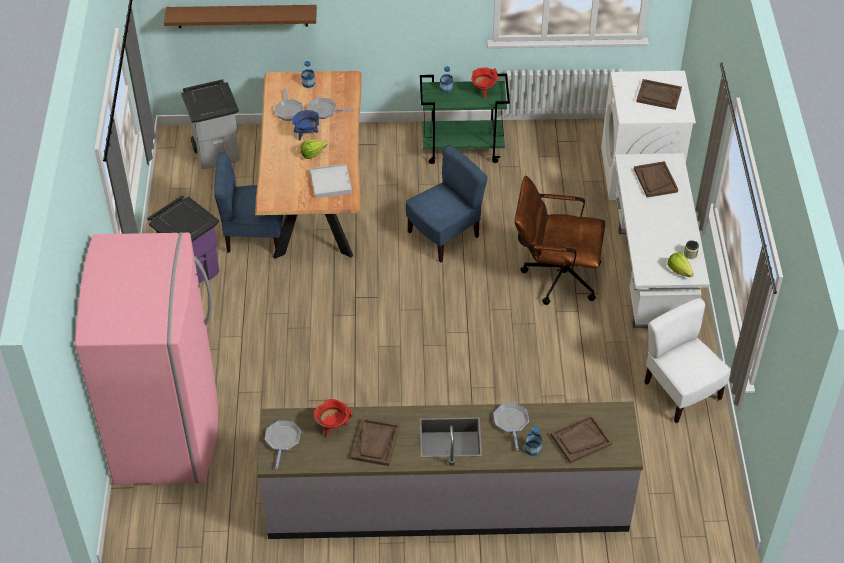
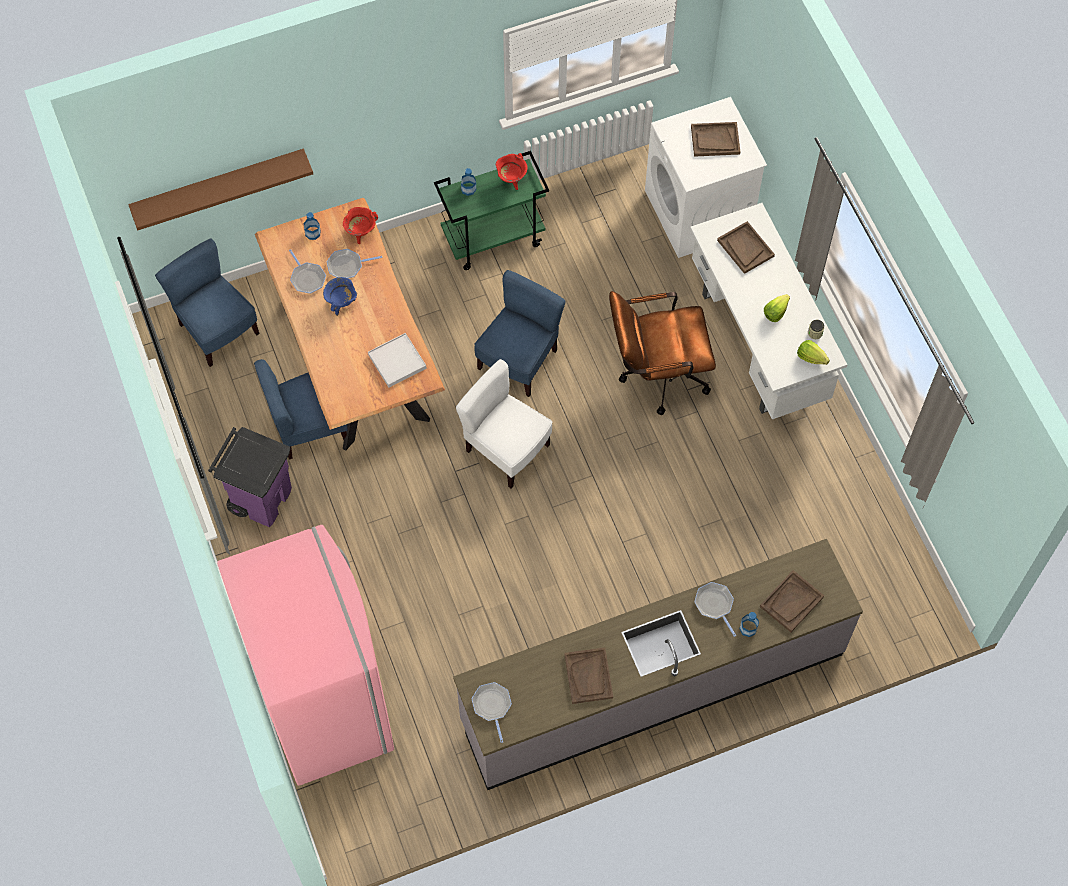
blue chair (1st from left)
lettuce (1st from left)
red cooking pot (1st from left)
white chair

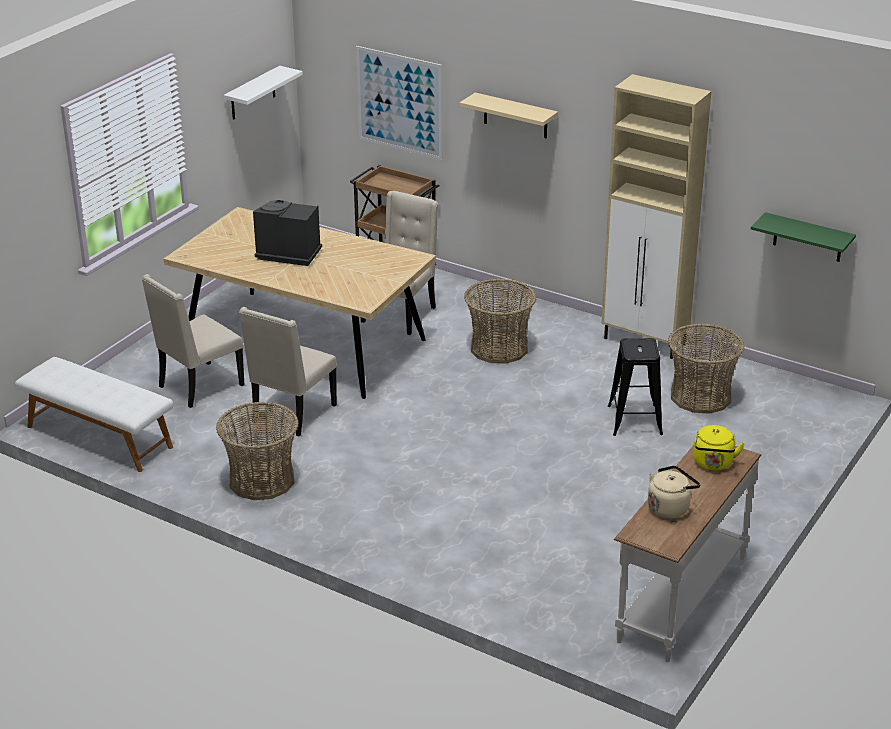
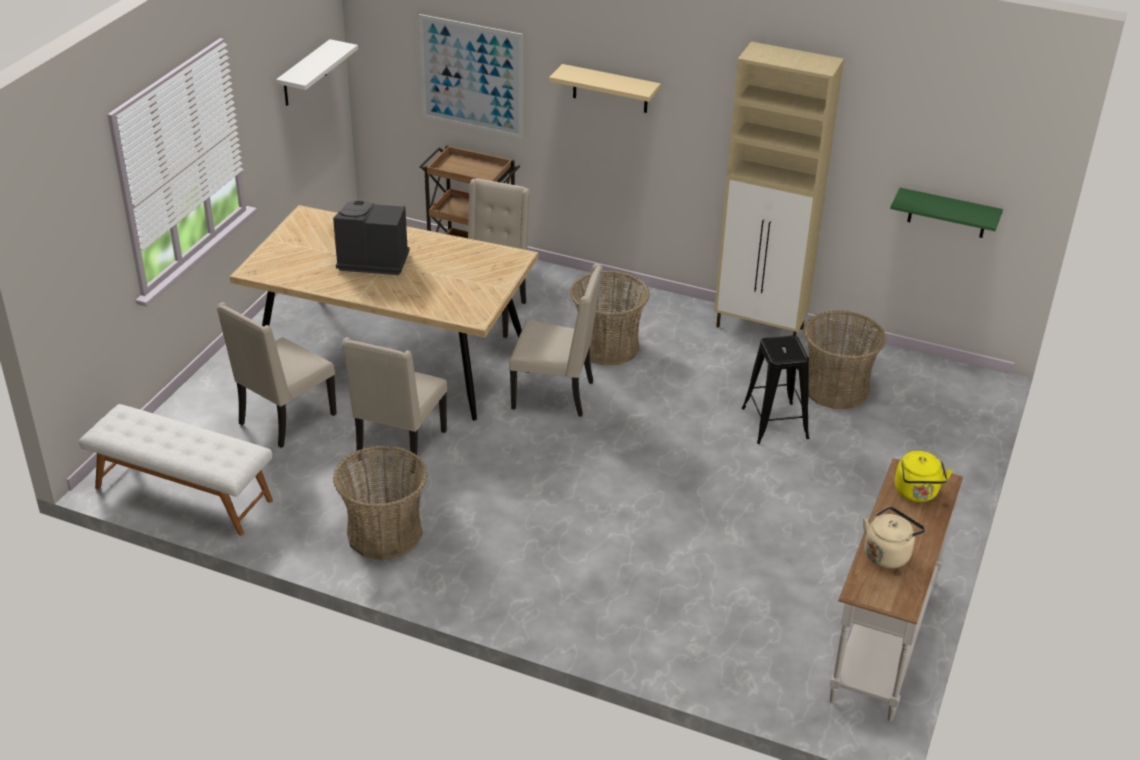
beige chair (4th from left)

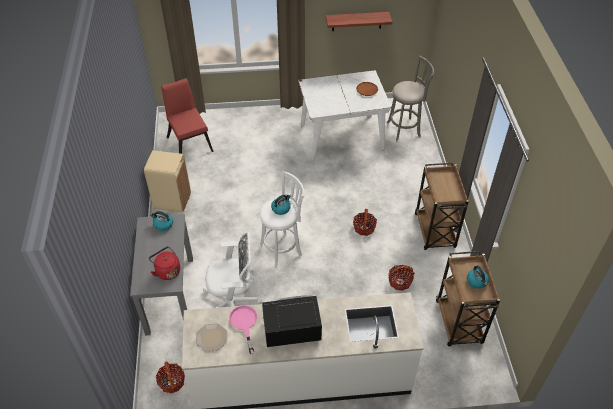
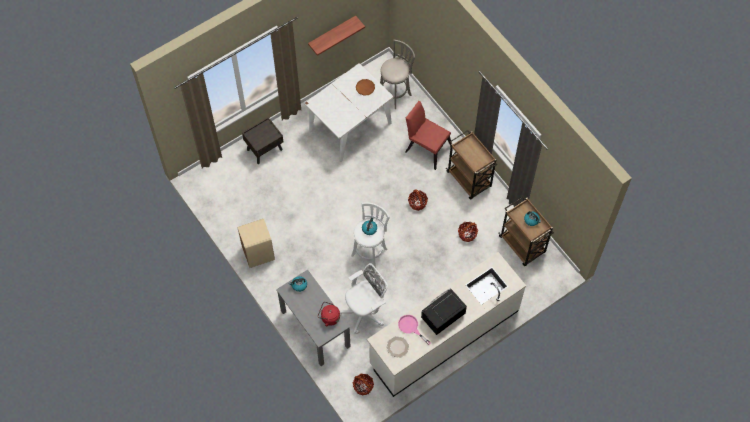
red chair
brown nightstand

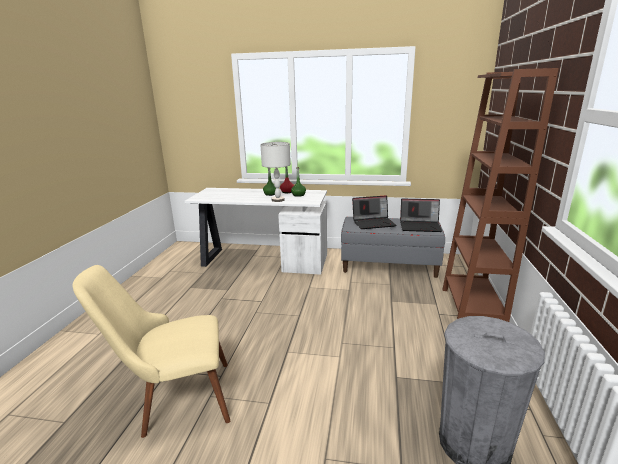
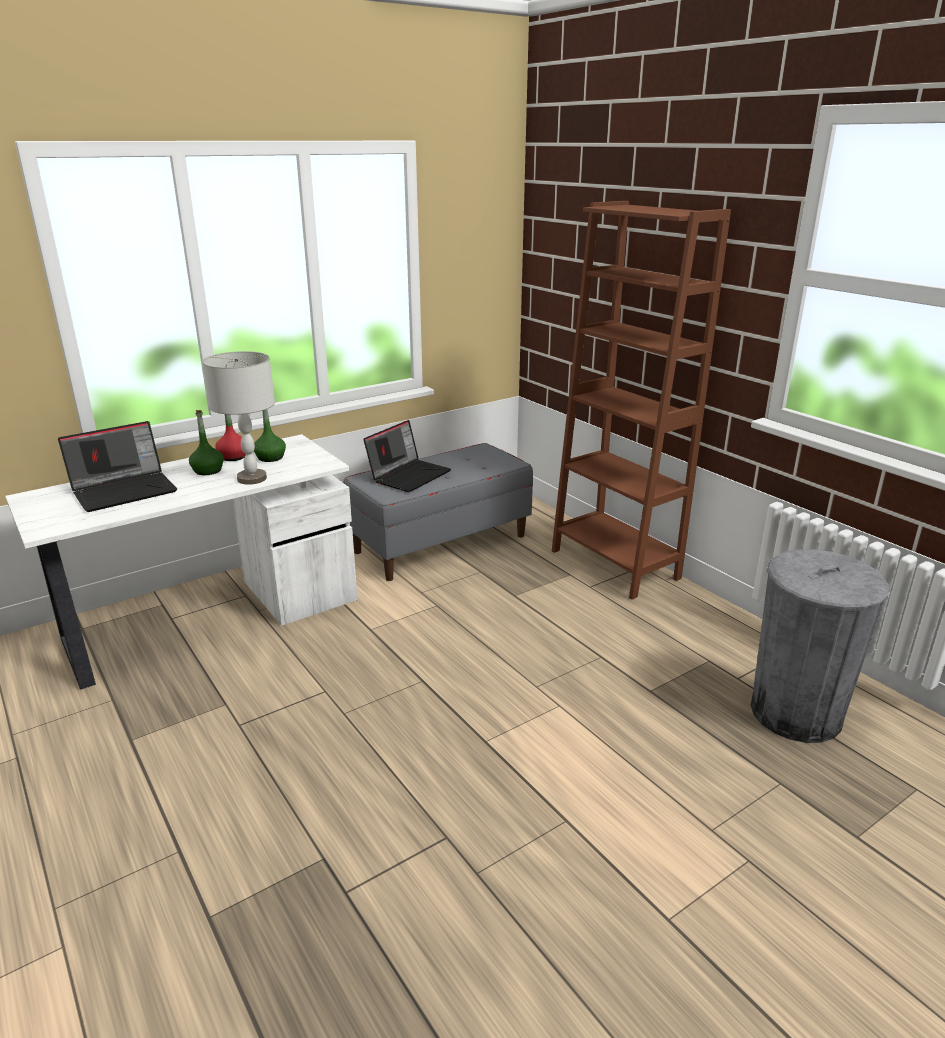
beige chair
laptop (1st from left)

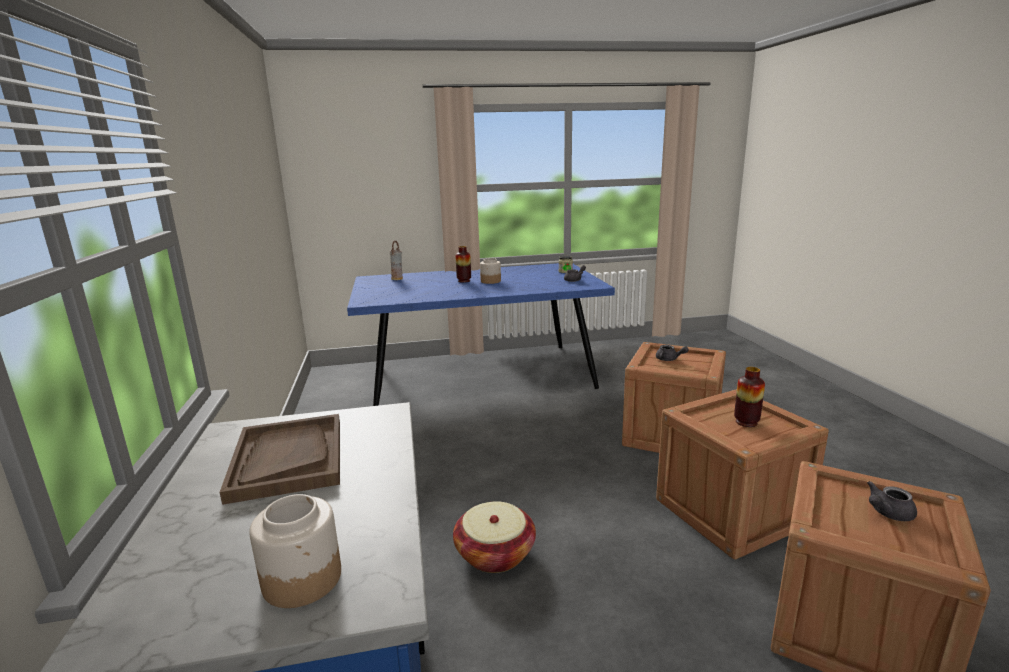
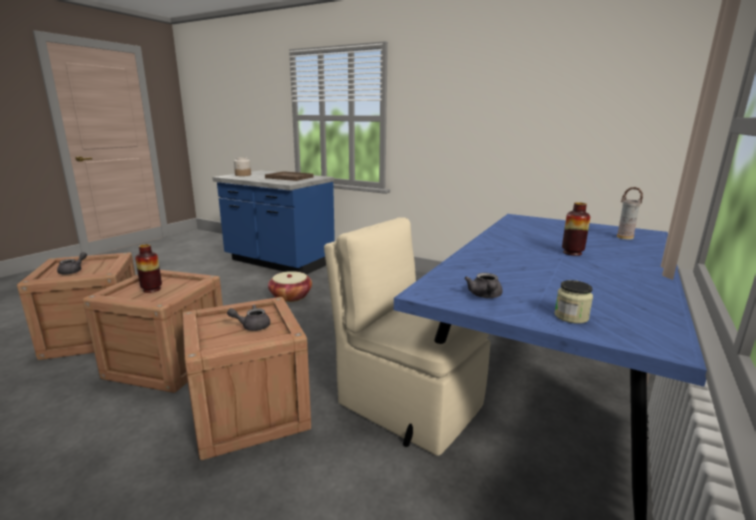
jar (2nd from left in the first image)
beige chair

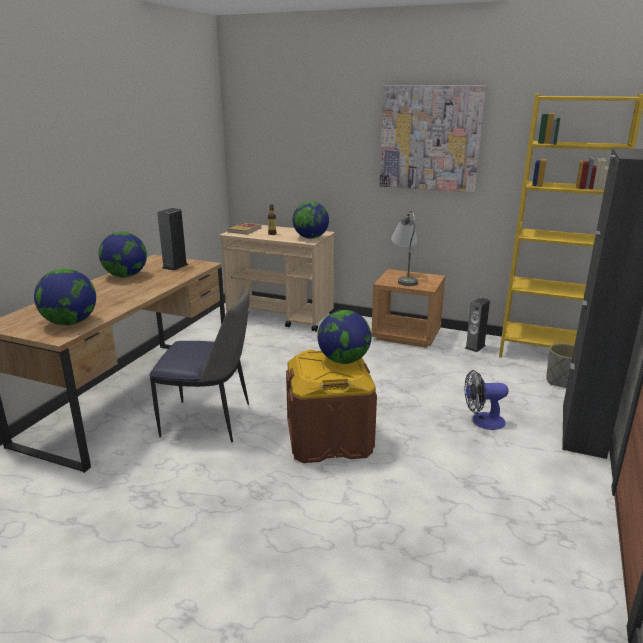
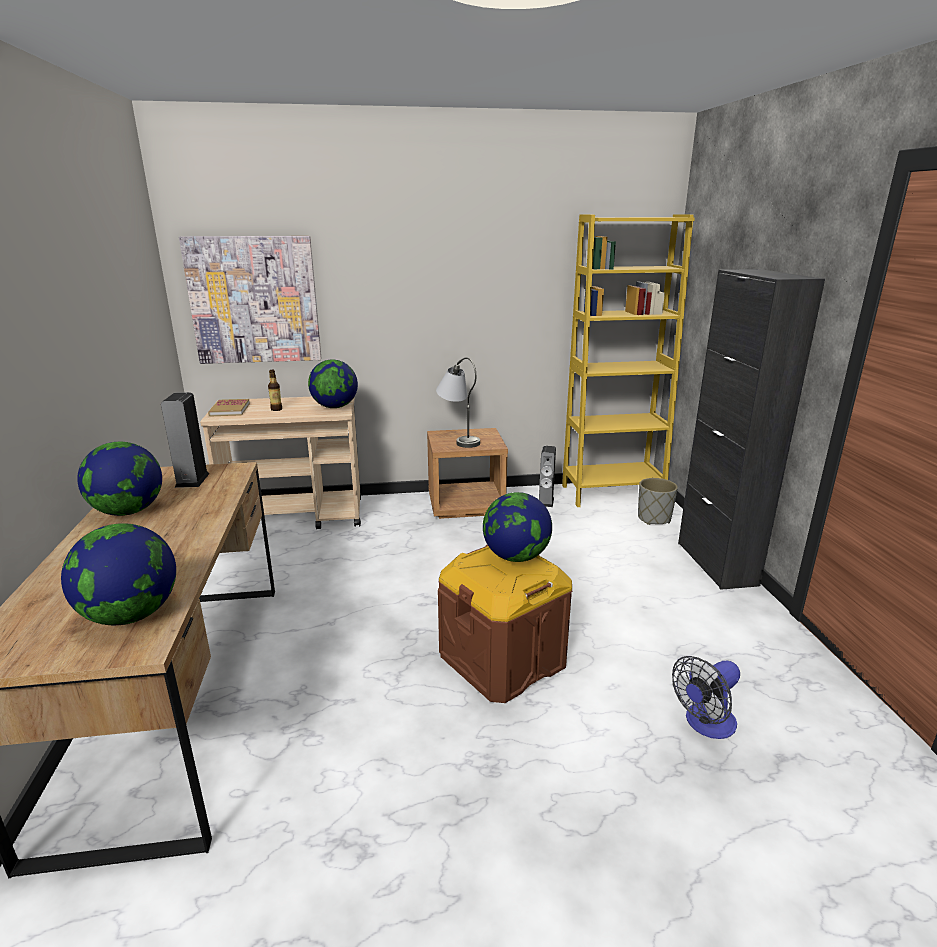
chair
picture
fan

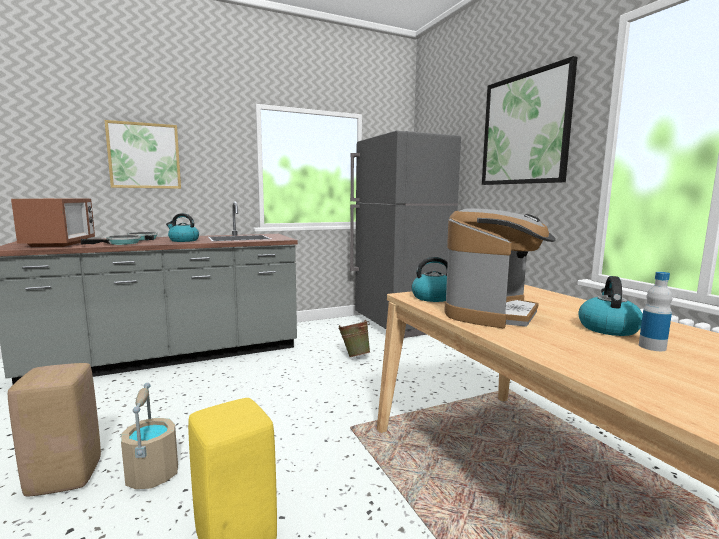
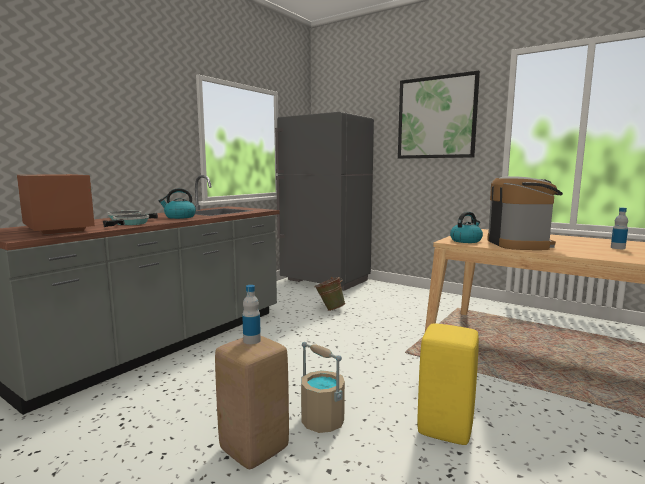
picture (1st from left in the first image)
kettle (3rd from left in the first image)
bottle (1st from left)

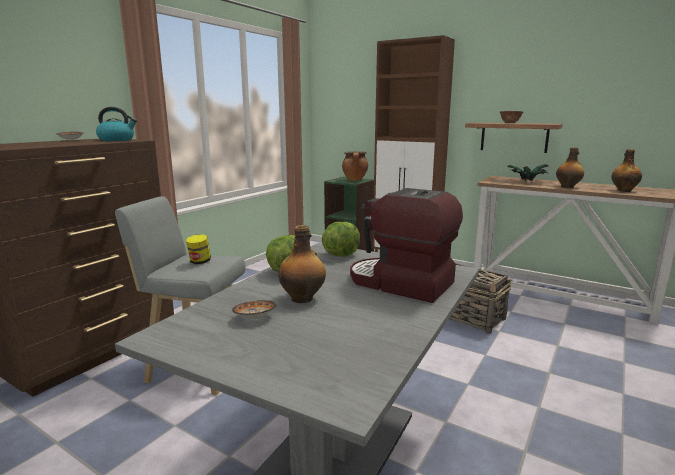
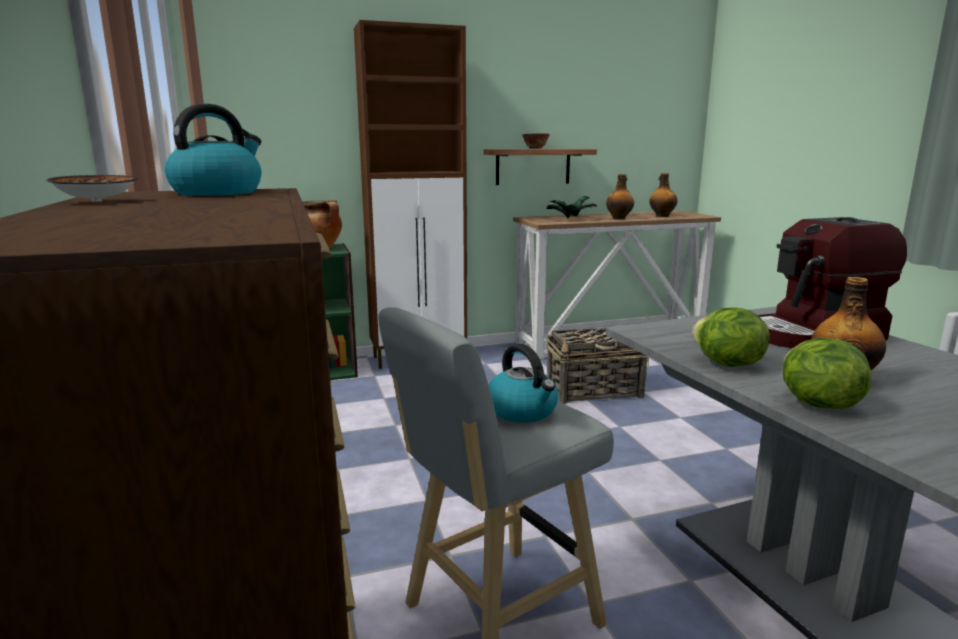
kettle (2nd from left)
bowl (2nd from left in the first image)
lettuce (2nd from left)

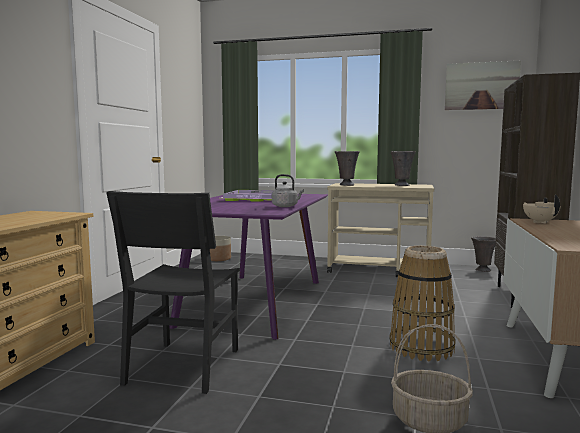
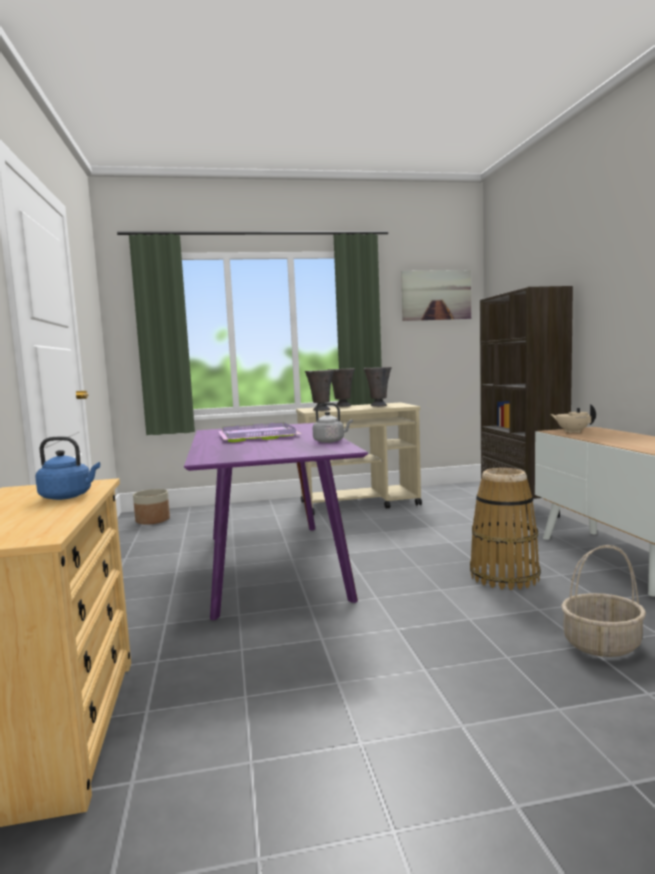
black chair
grey vase (2nd from left)
blue kettle

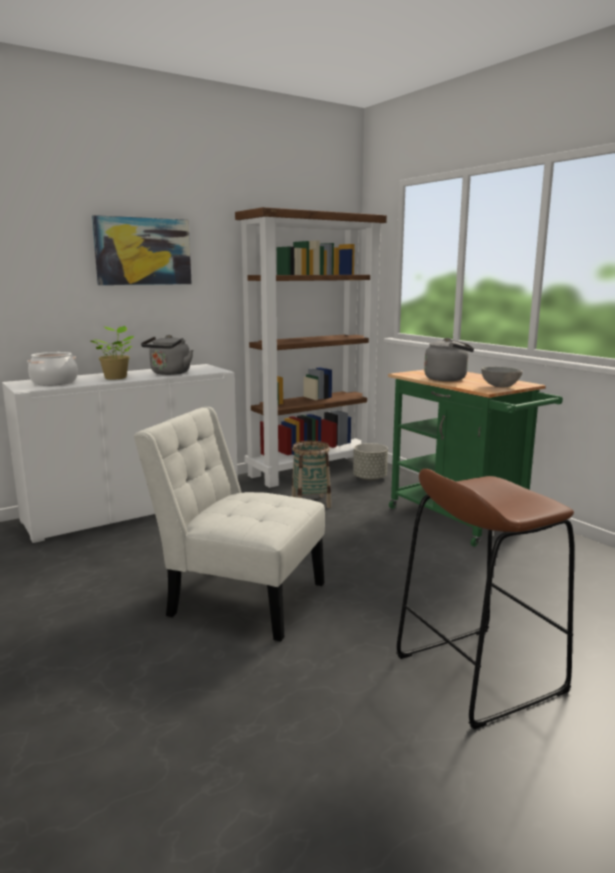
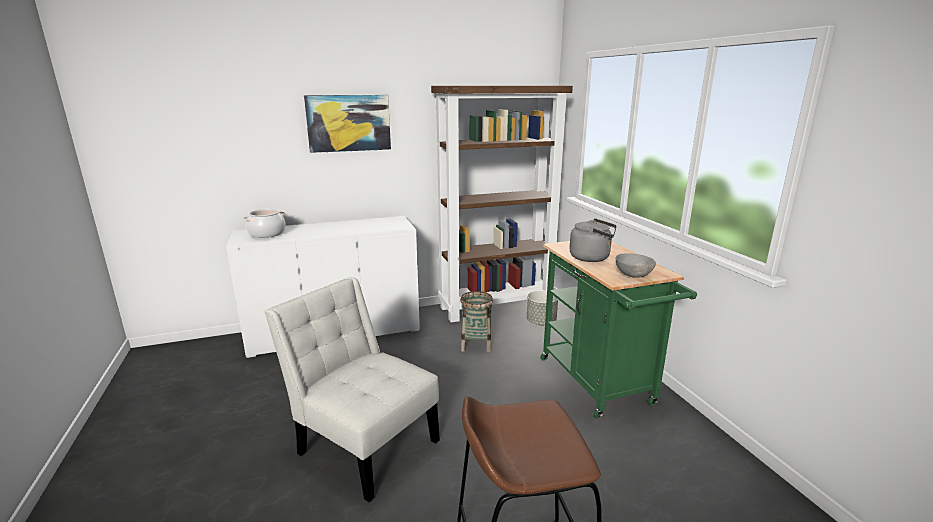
potted plant
grey kettle (1st from left in the first image)

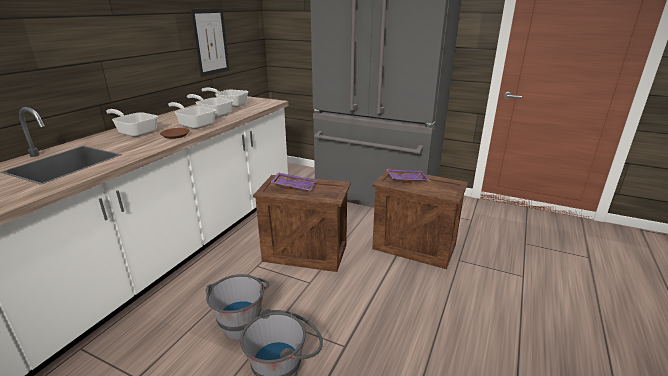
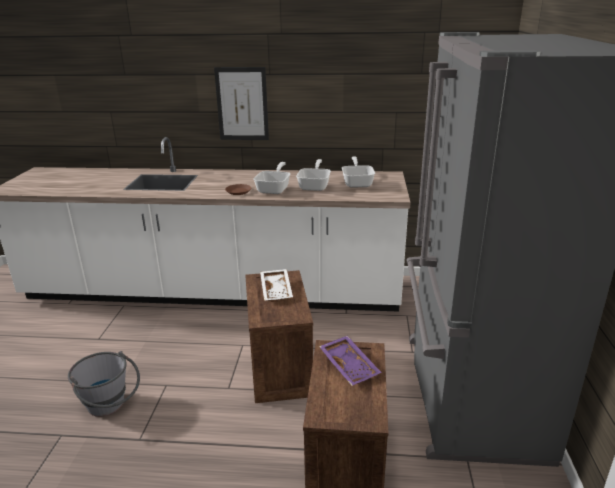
frying pan (1st from left in the first image)
picture
grey bucket (1st from left in the first image)
white tray

